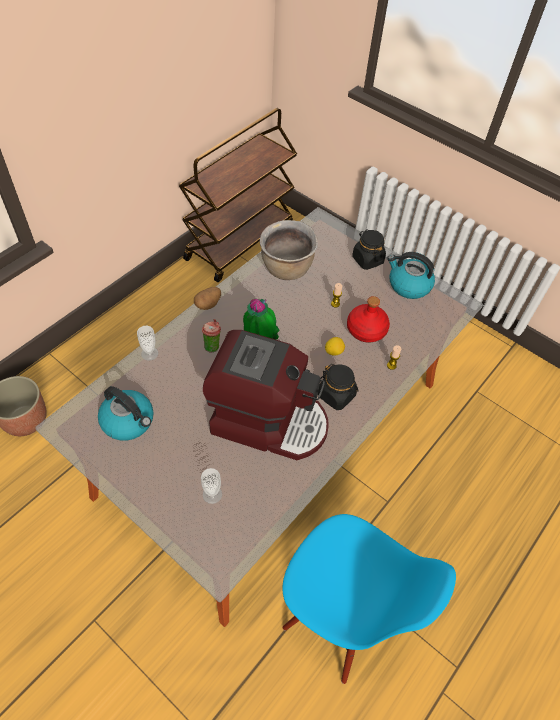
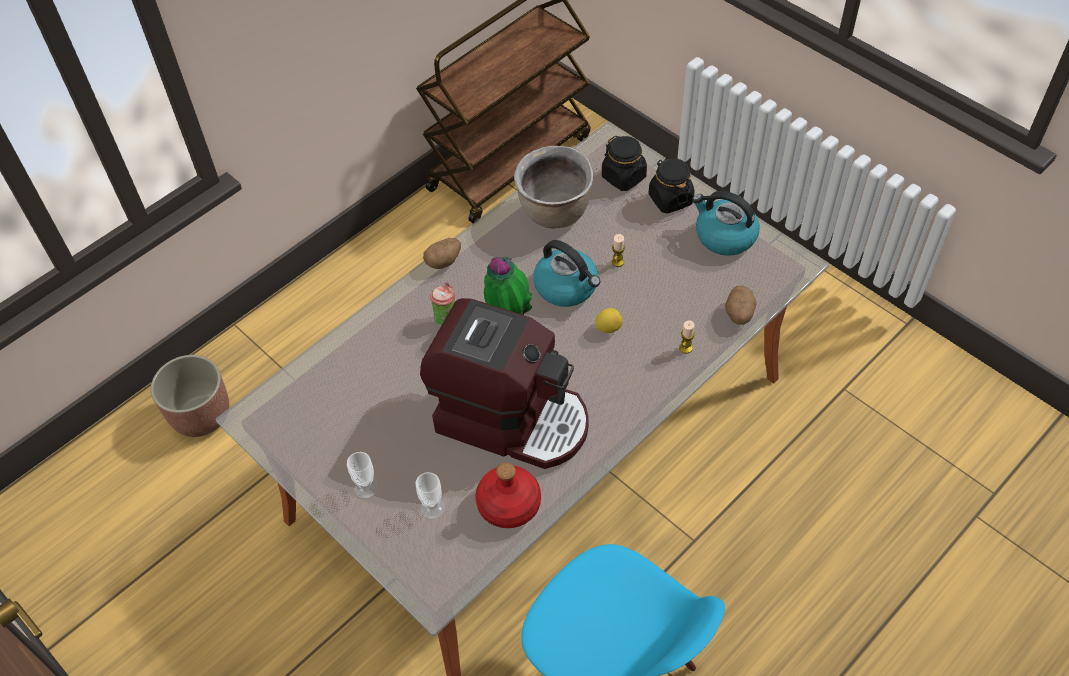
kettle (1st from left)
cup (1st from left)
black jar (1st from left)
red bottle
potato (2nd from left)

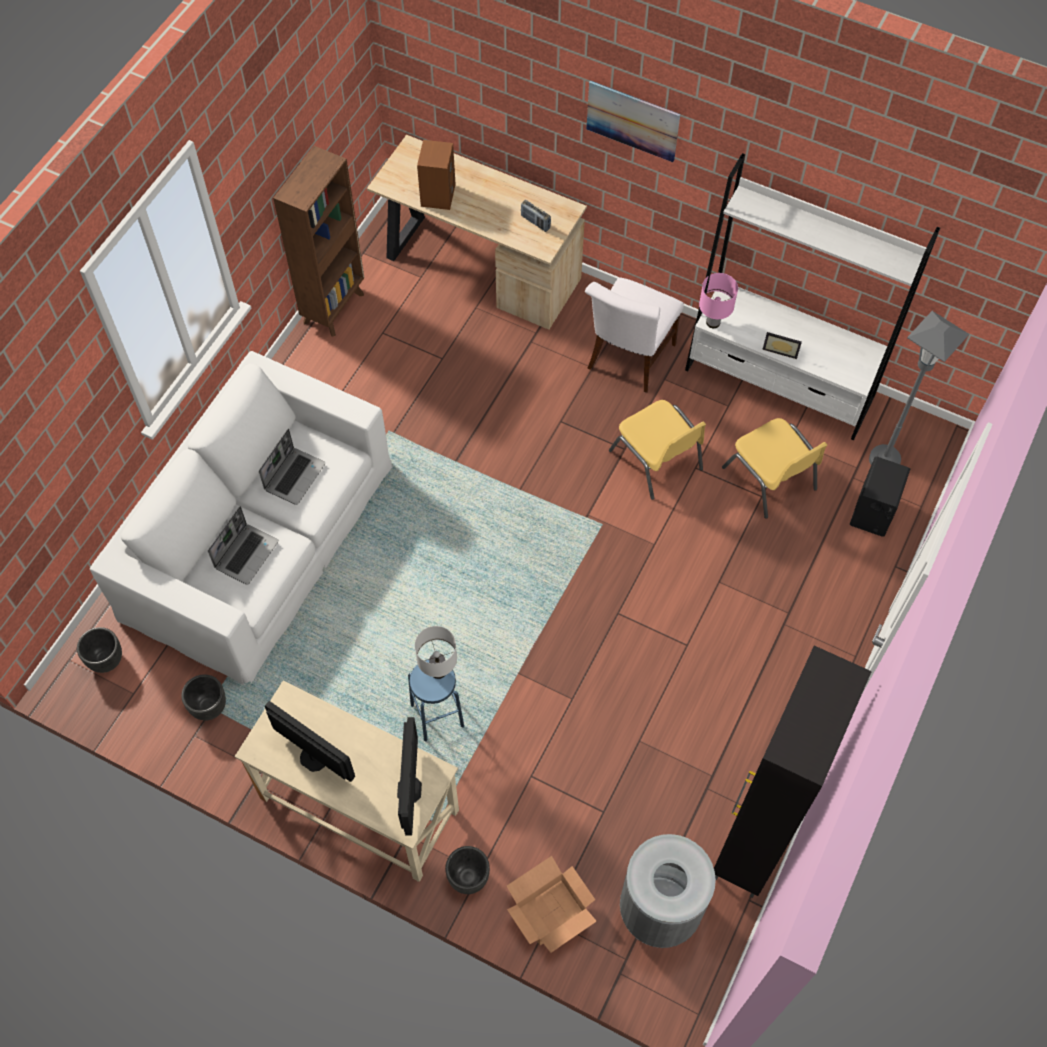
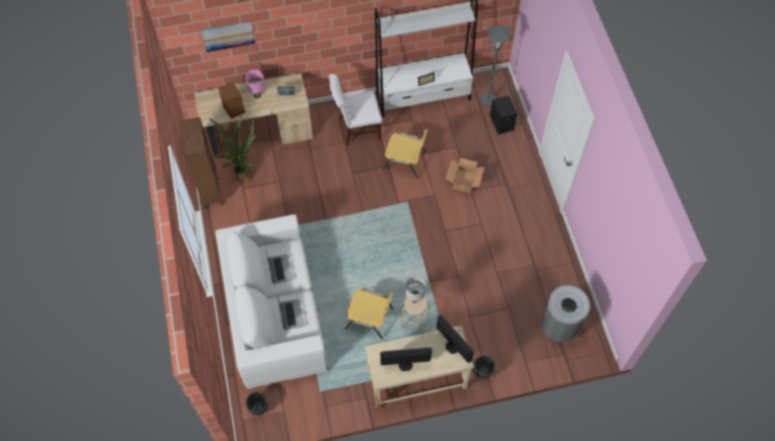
black planter (2nd from left in the first image)
beige stool
cardboard box
white chair
picture
pink table lamp
black cabinet
yellow chair (1st from left)
potted plant

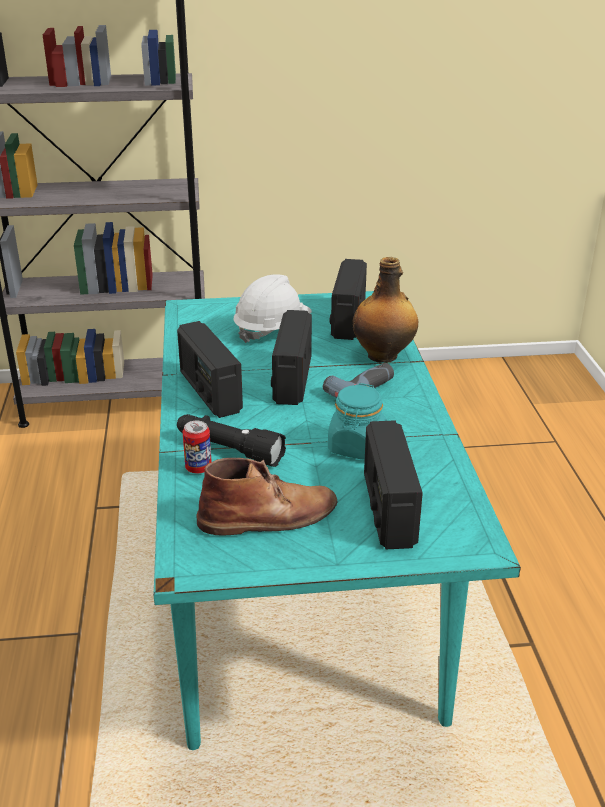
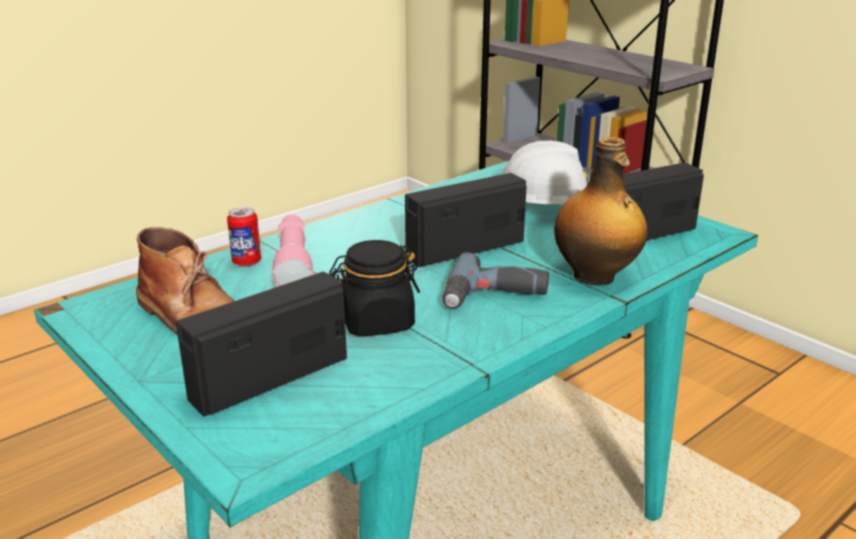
radio (1st from left in the first image)
pink flashlight
black jar

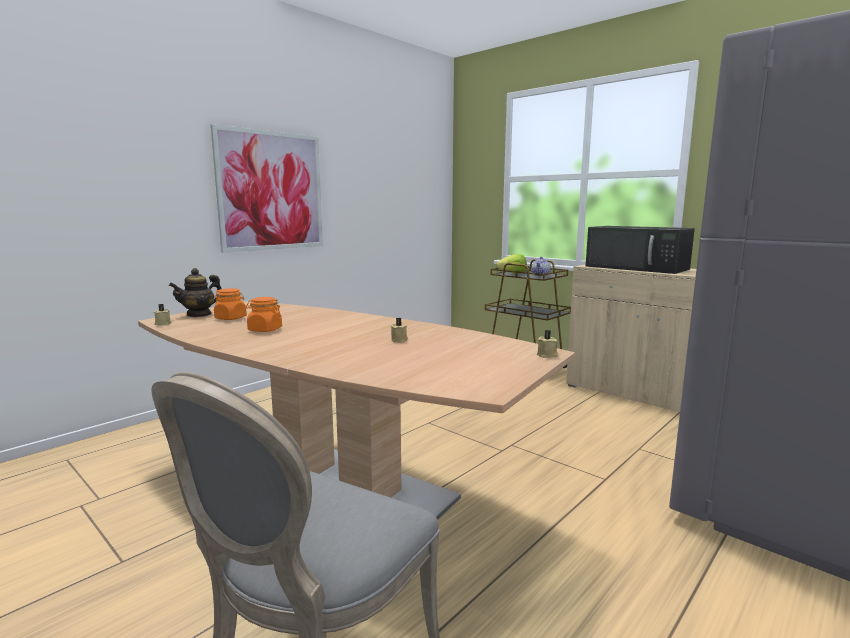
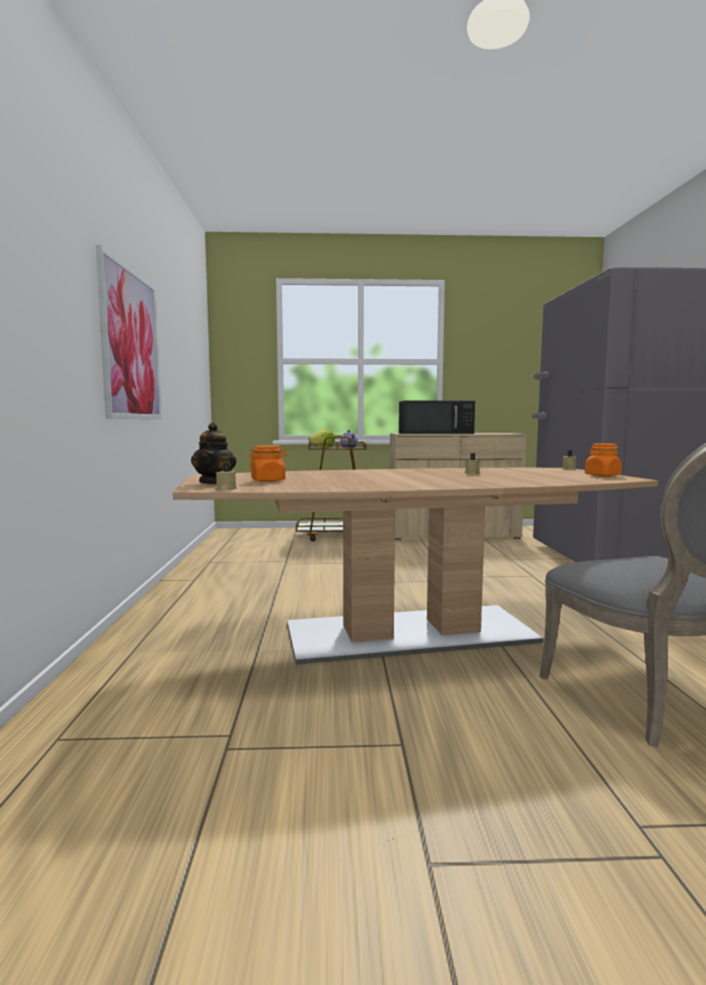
orange jar (2nd from left)

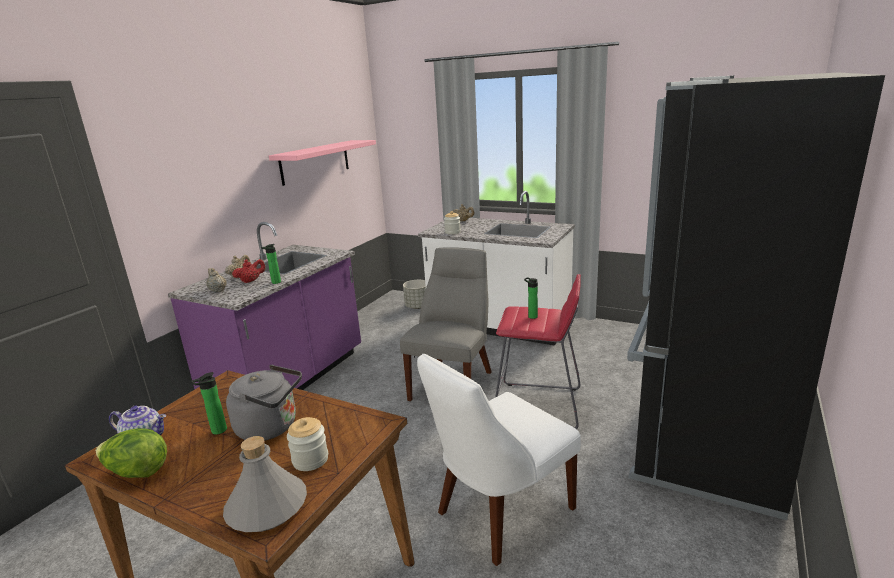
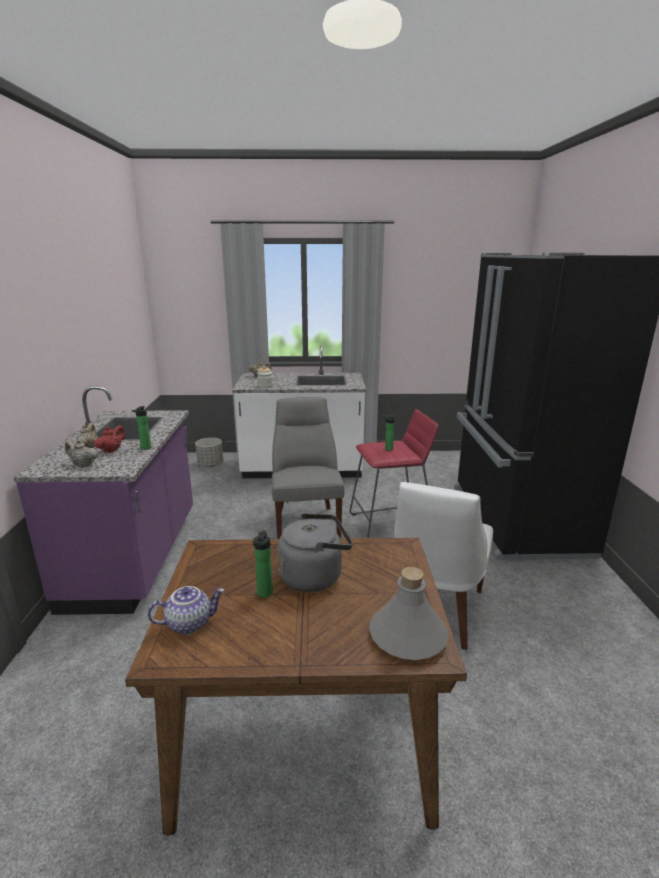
lettuce
pink shelf
jar (1st from left in the first image)

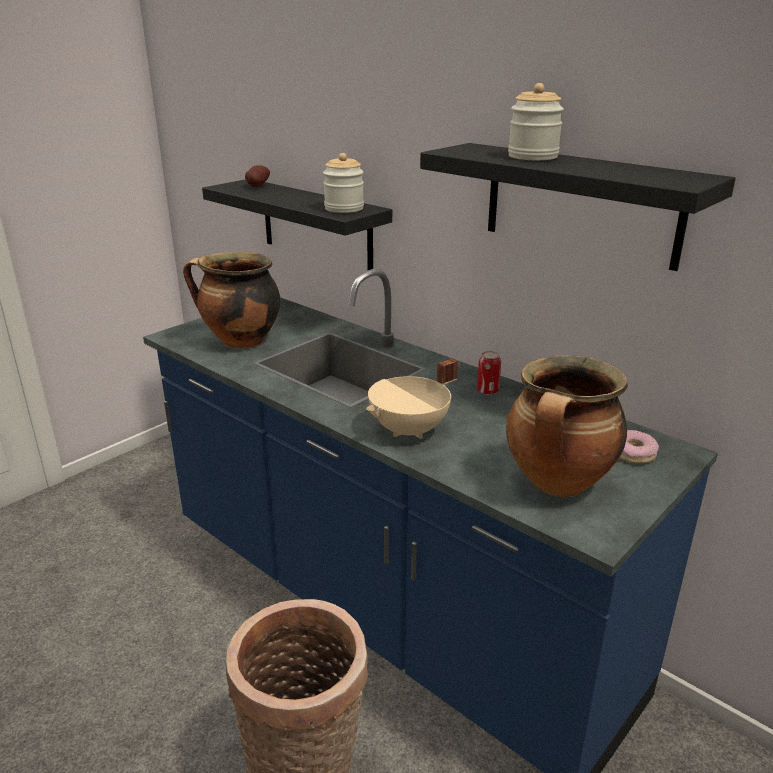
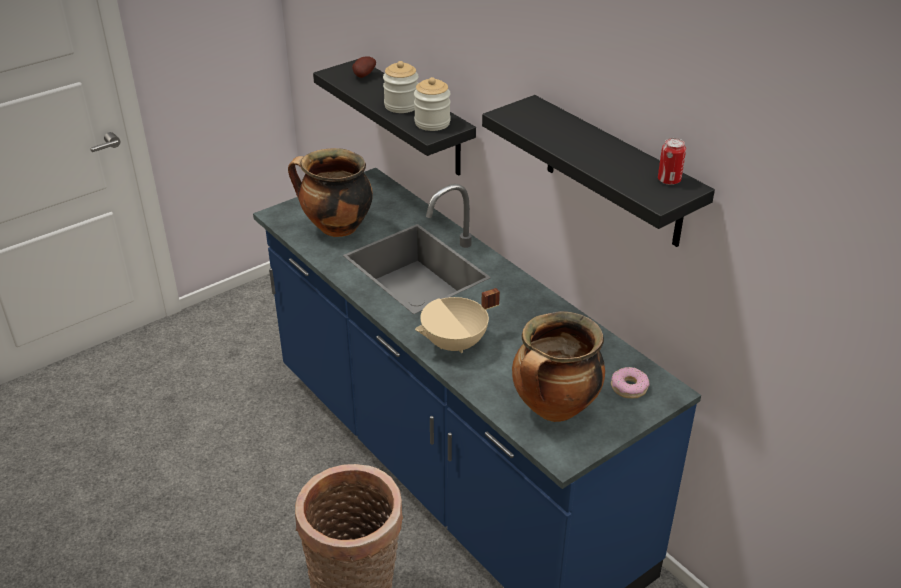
can
jar (1st from left)

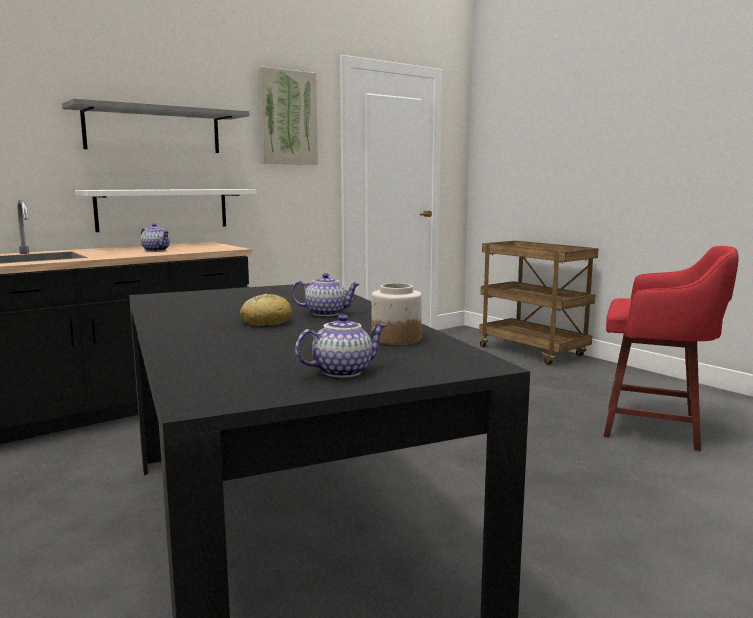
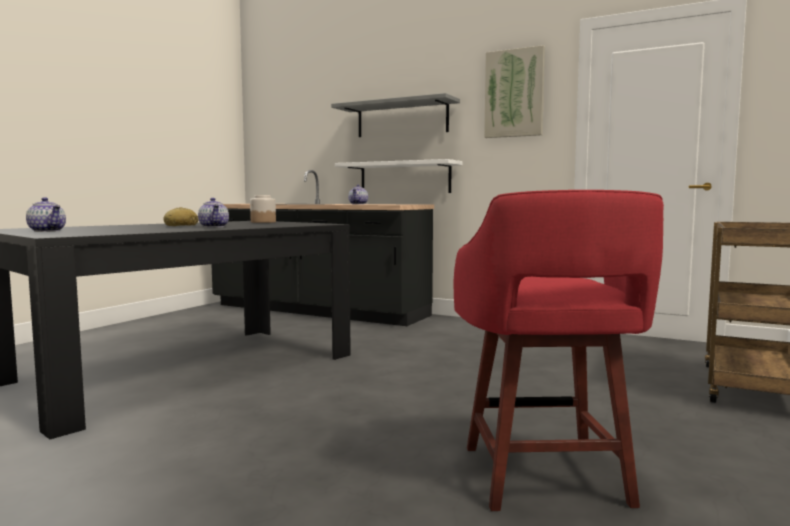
jar

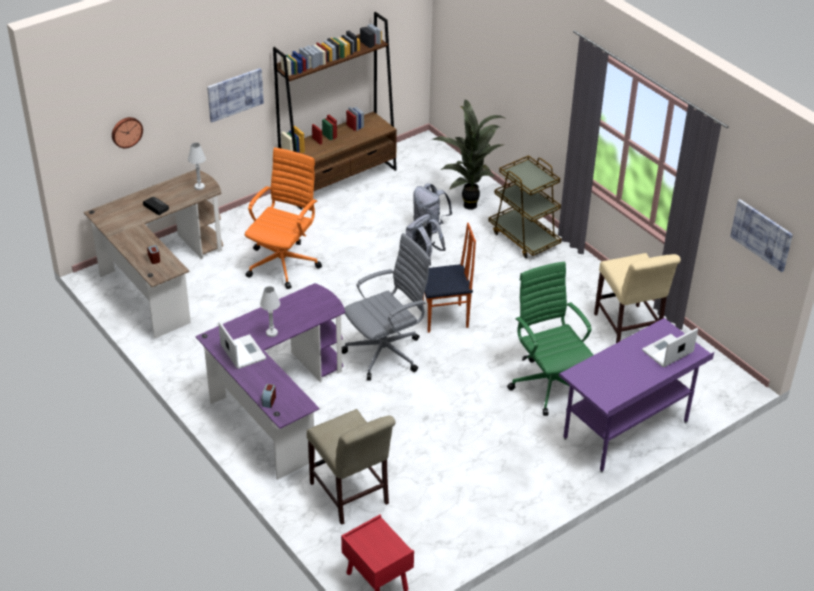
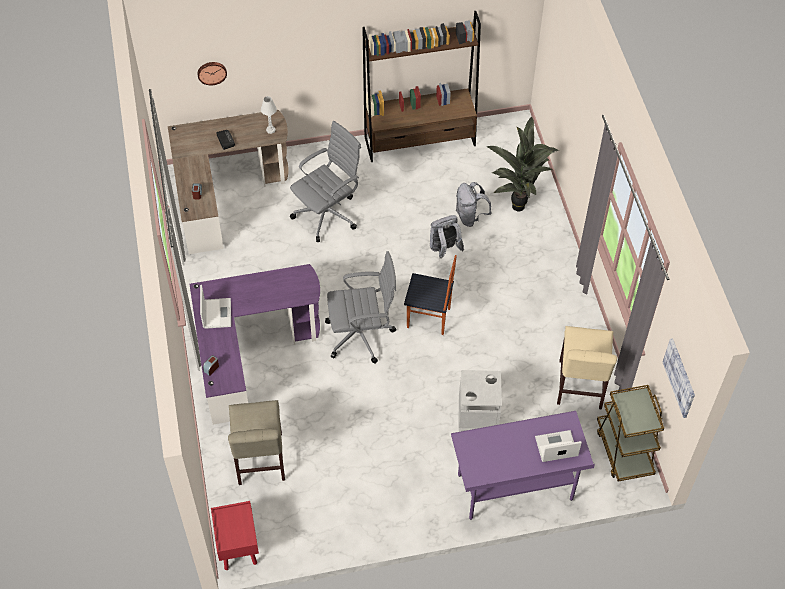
picture (1st from left in the first image)
grey office chair (1st from left)
white table lamp (2nd from left in the first image)
brown cart
grey trash can

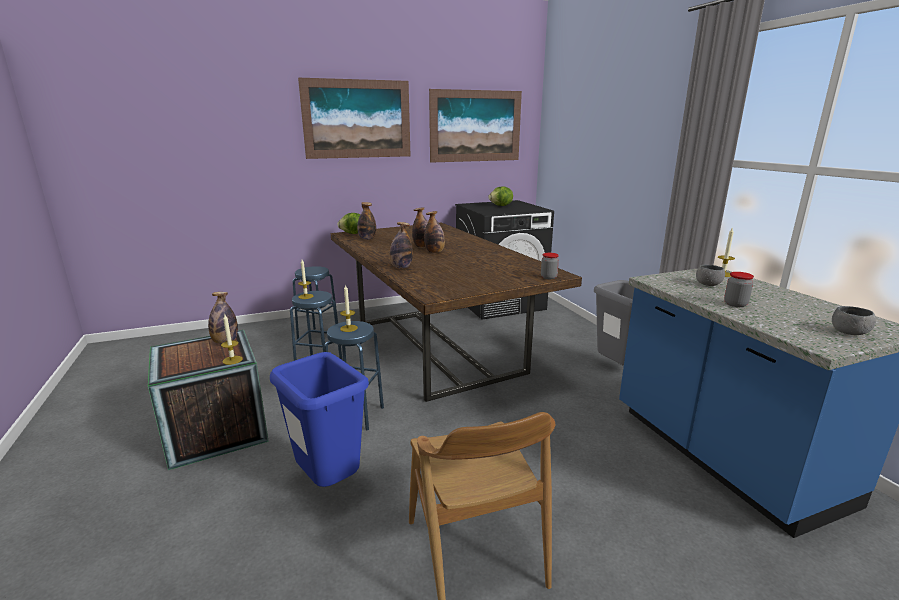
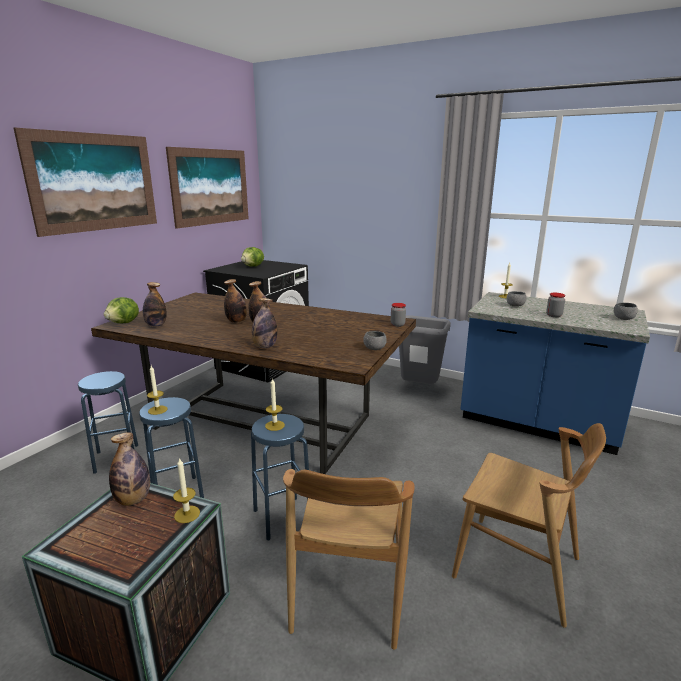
brown chair (1st from left)
grey bowl (1st from left)

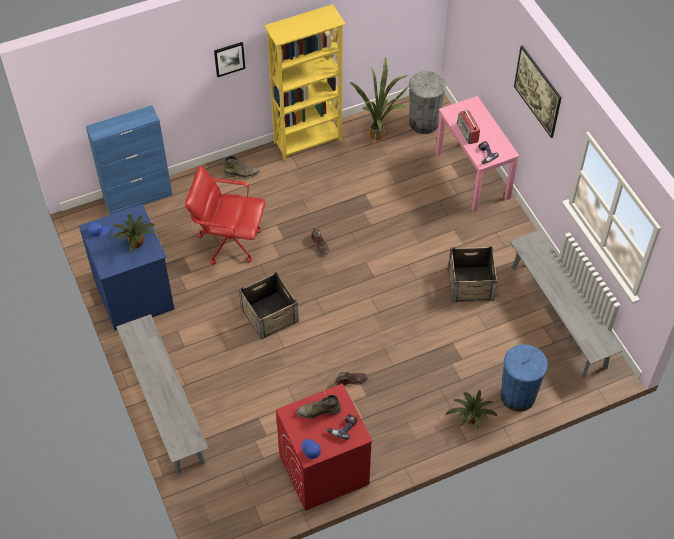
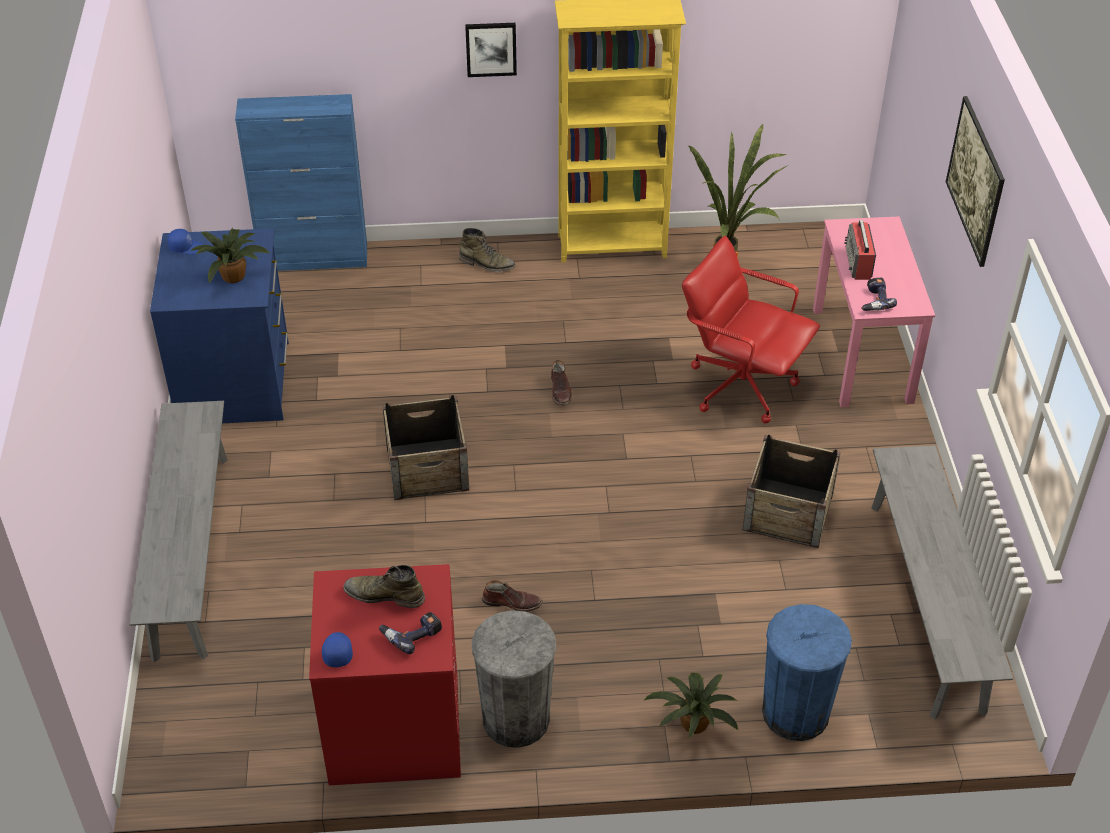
red office chair
grey trash can

